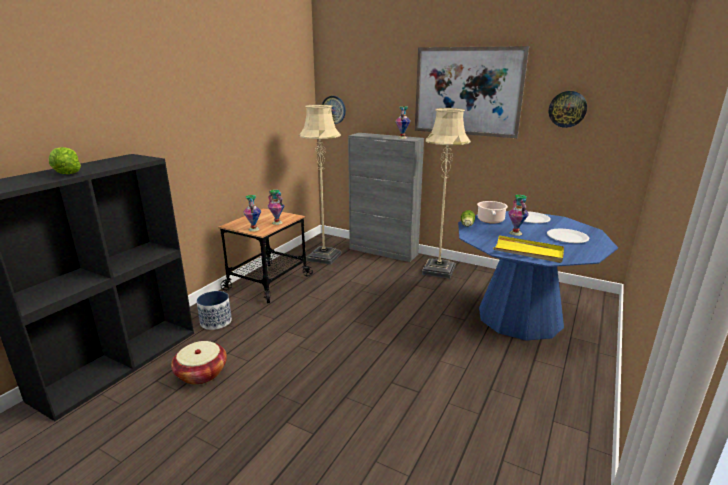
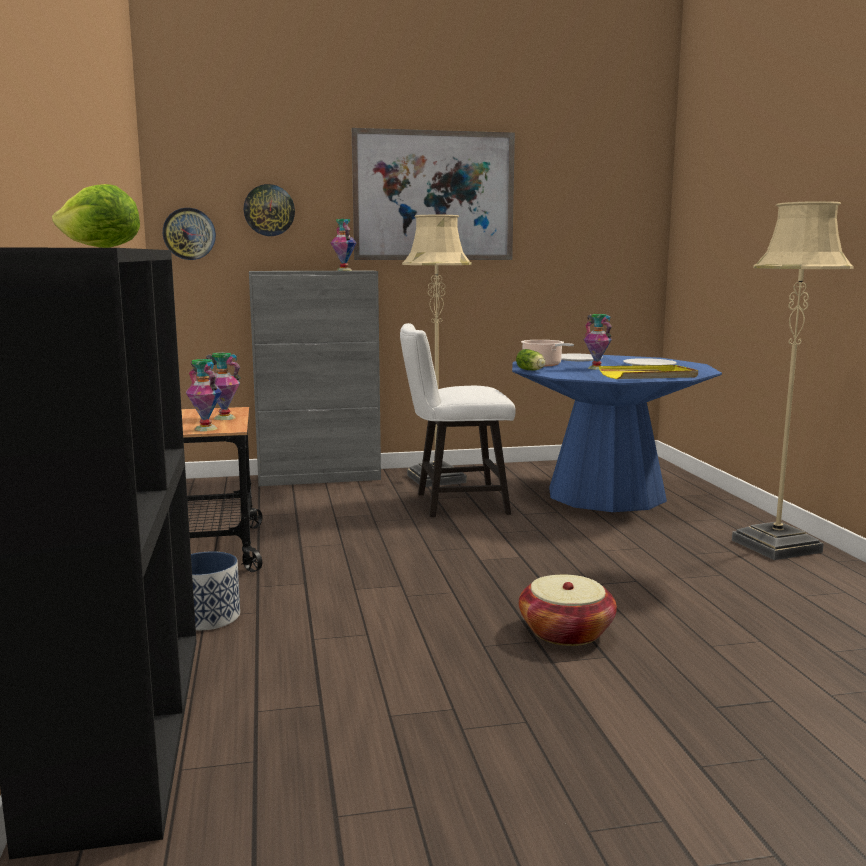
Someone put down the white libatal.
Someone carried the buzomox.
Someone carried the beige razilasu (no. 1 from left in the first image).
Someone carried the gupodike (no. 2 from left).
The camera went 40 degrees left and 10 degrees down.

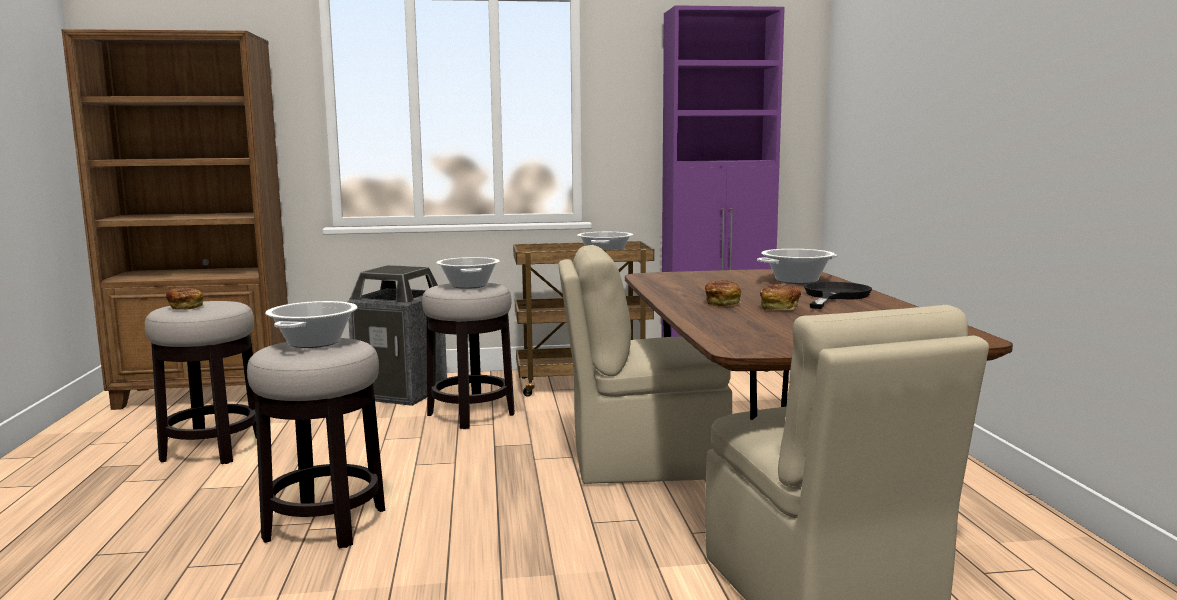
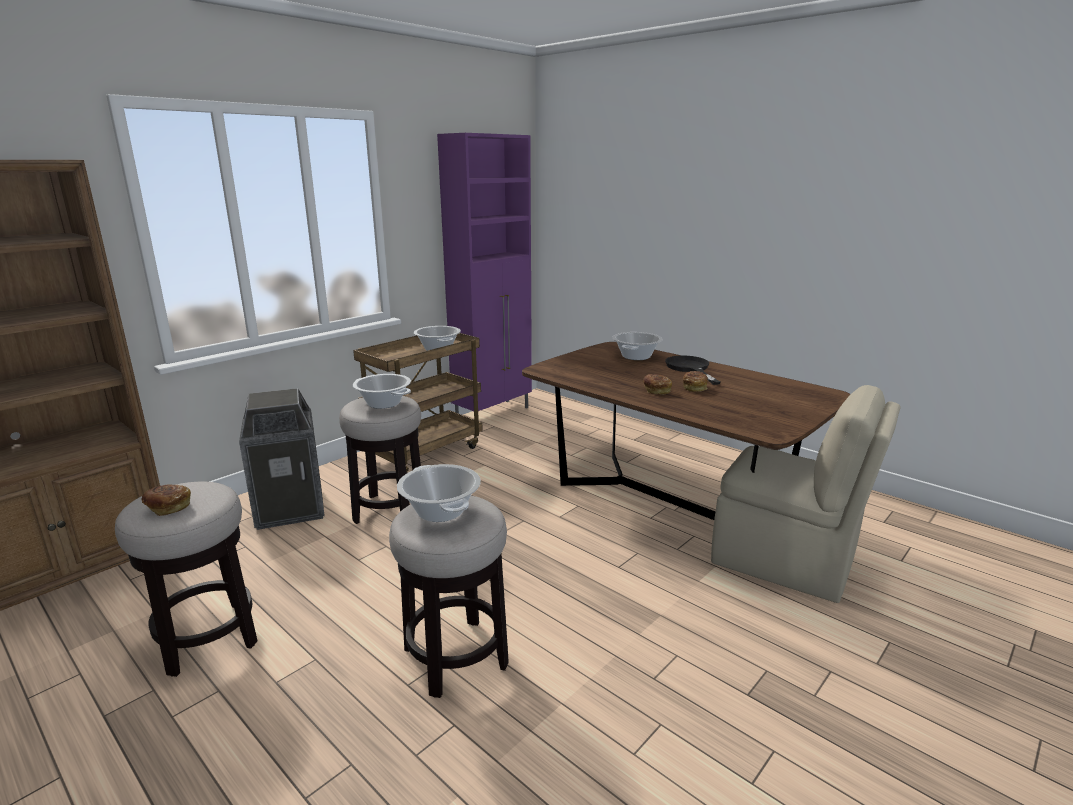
Someone took away the beige libatal (no. 1 from left).
The camera went 40 degrees left and 10 degrees up.

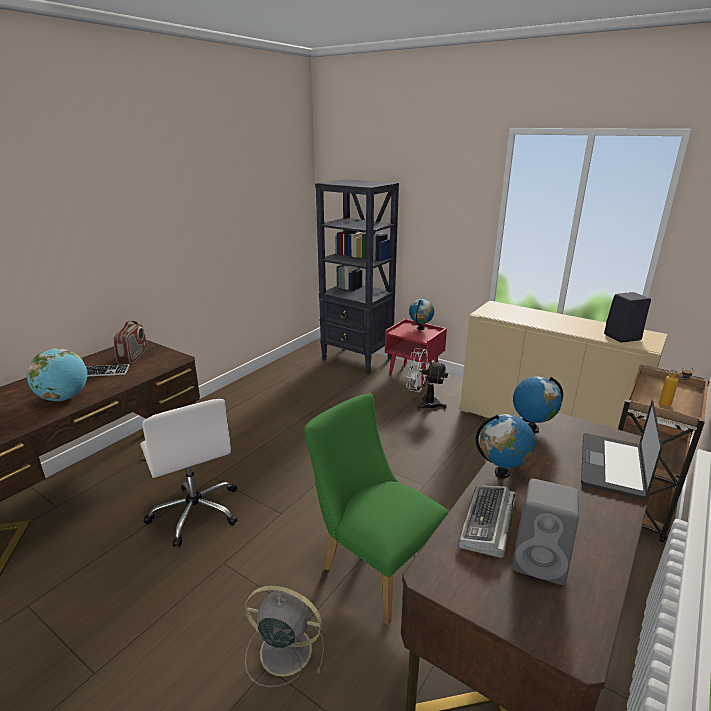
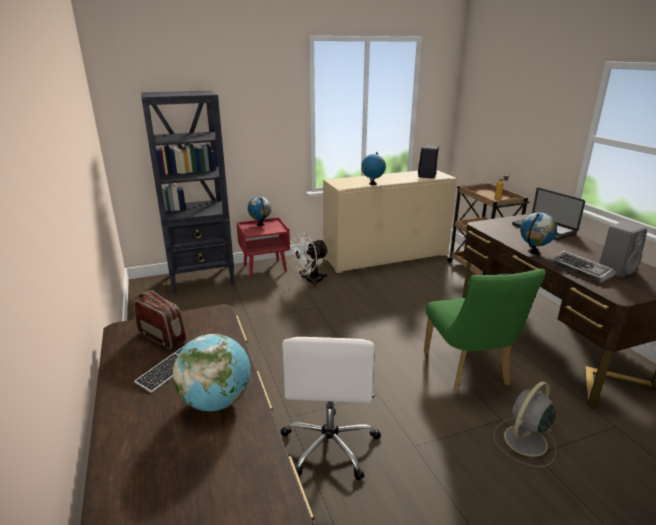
Someone carried the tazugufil (no. 4 from left in the first image).
Someone rotated the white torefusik by 90 degrees clockwise.
Someone rotated the green libatal by 90 degrees counterclockwise.
The camera went 55 degrees left and 0 degrees up.

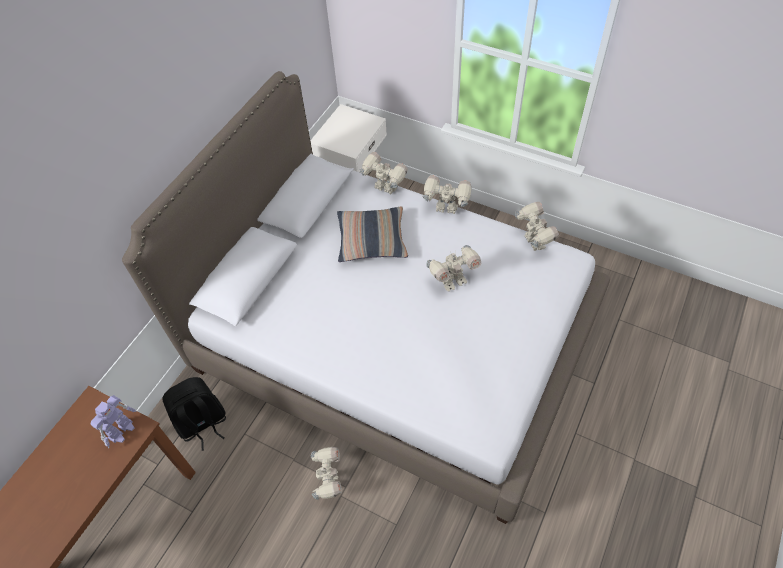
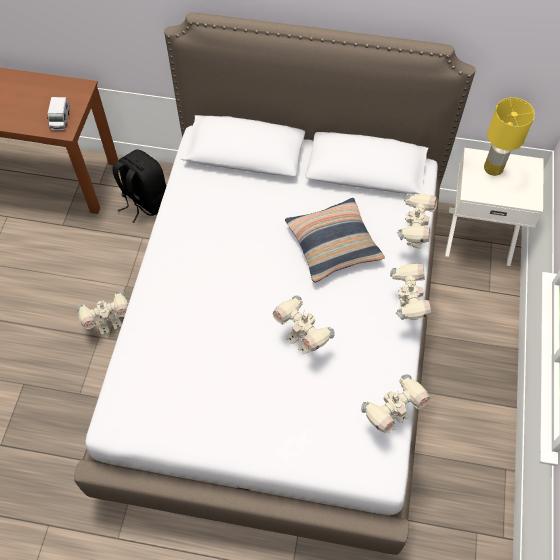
Someone put down the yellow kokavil.
Someone swapped the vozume (no. 1 from left) for the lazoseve.
The camera went 70 degrees right and 5 degrees up.

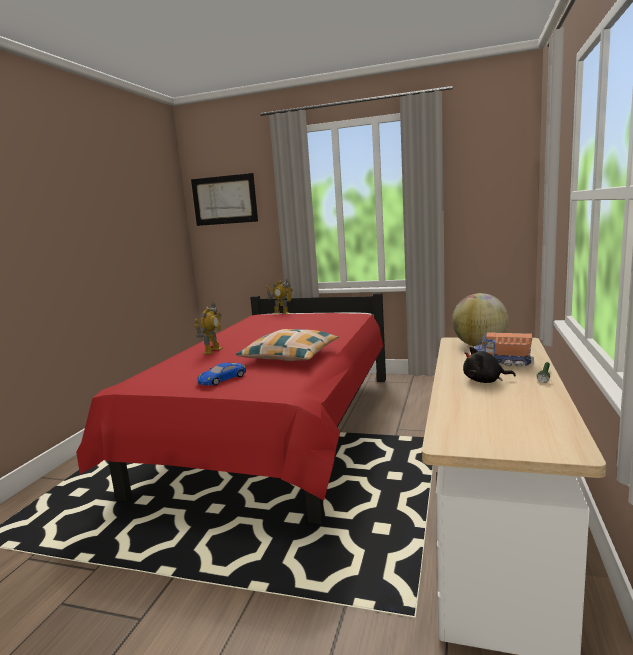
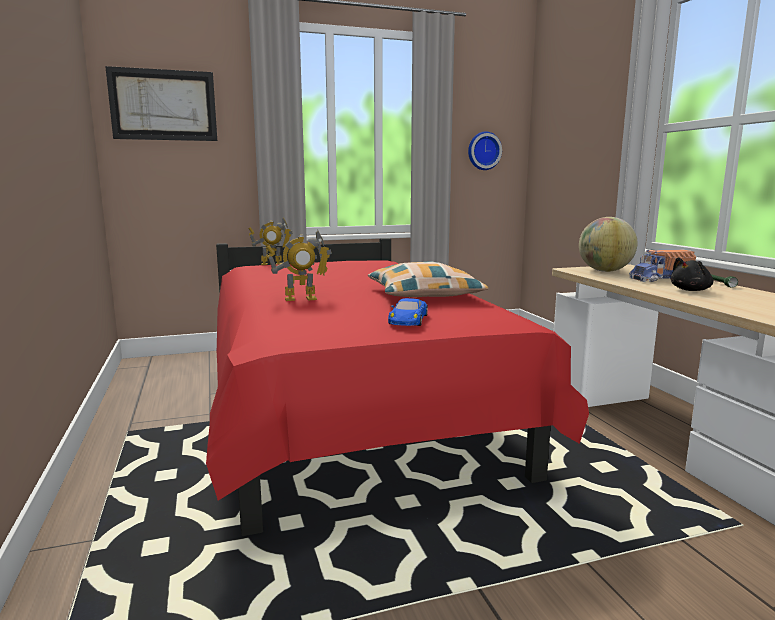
Someone put up the gupodike.
Someone rotated the vozume (no. 1 from left in the first image) by 90 degrees clockwise.
The camera went 35 degrees left and 0 degrees up.

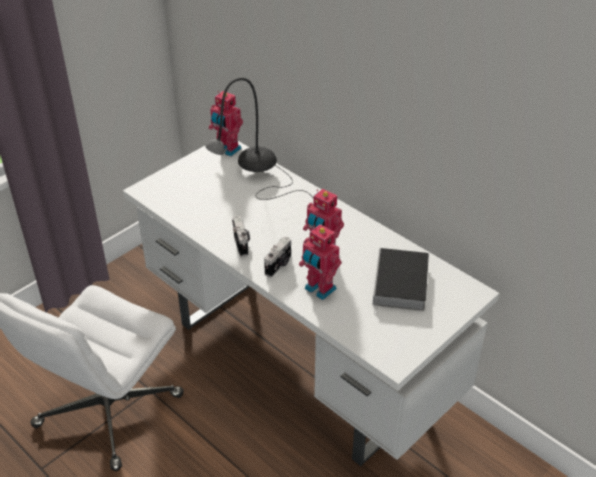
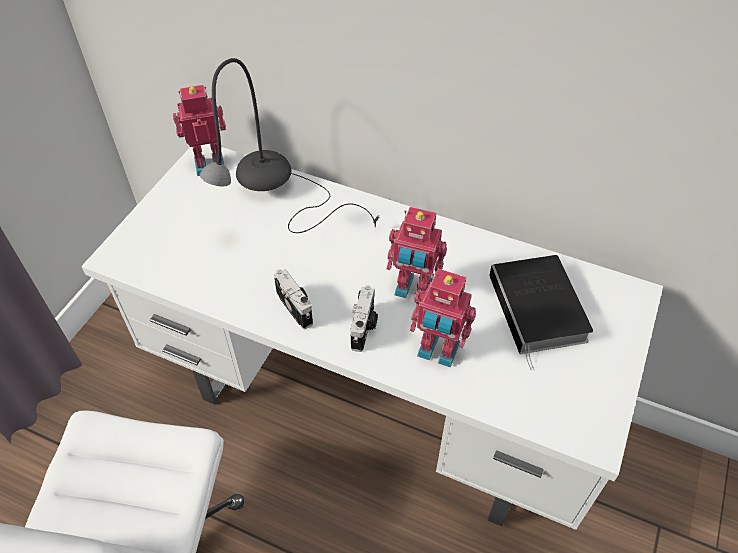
Someone rotated the vozume (no. 1 from left) by 150 degrees clockwise.
The camera went 20 degrees left and 10 degrees up.

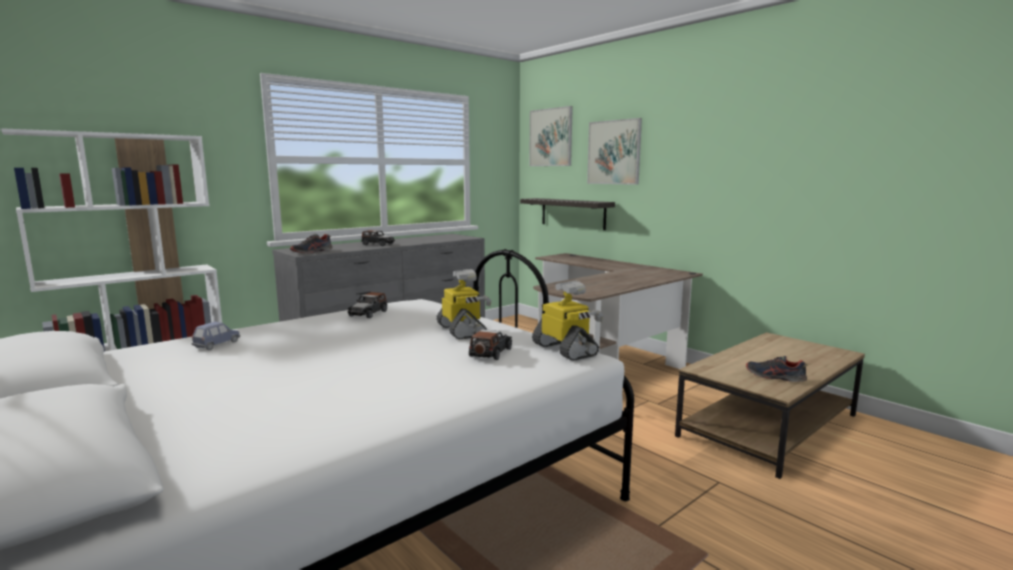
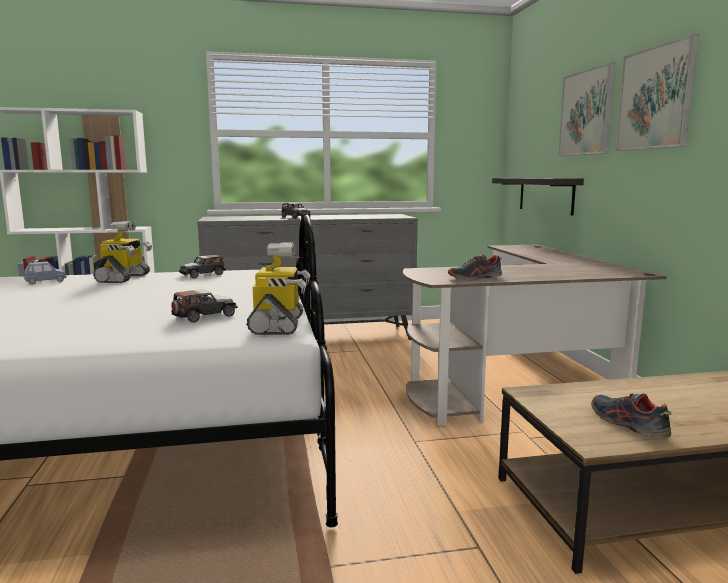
Someone carried the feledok (no. 1 from left).
Someone carried the vozume (no. 1 from left).
Someone carried the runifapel (no. 1 from left in the first image).
The camera went 30 degrees right and 0 degrees up.

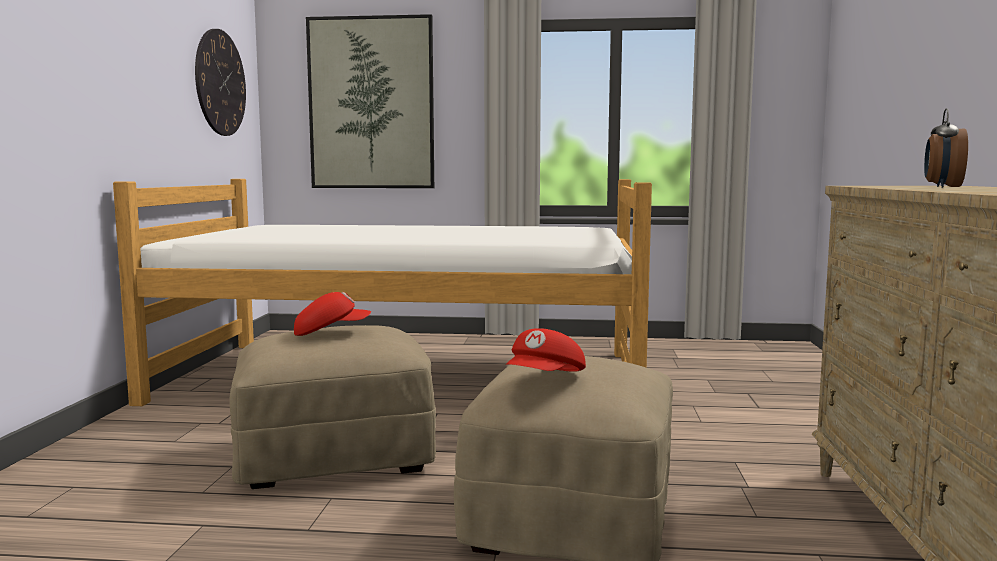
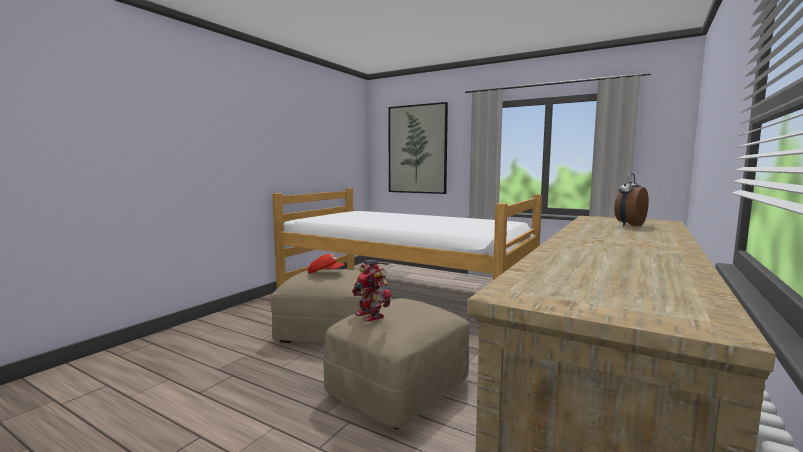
Someone took away the gupodike.
Someone swapped the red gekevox (no. 2 from left) for the vozume.
The camera went 25 degrees right and 0 degrees up.

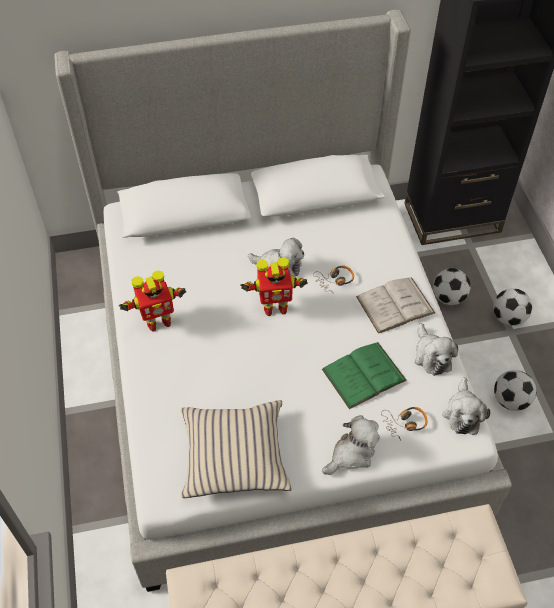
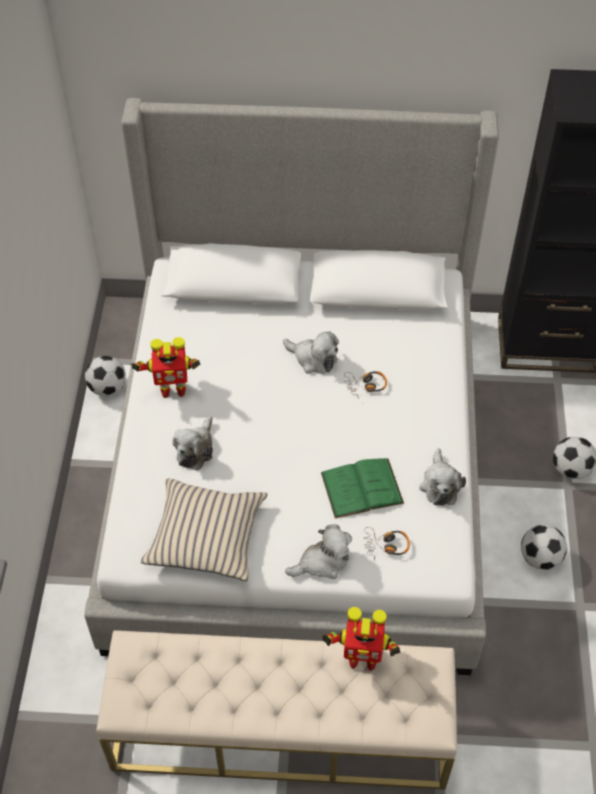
Someone took away the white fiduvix.
Someone carried the vozume (no. 2 from left).
Someone carried the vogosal (no. 1 from left).
Someone carried the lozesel (no. 4 from left in the first image).
The camera went 15 degrees right and 0 degrees up.

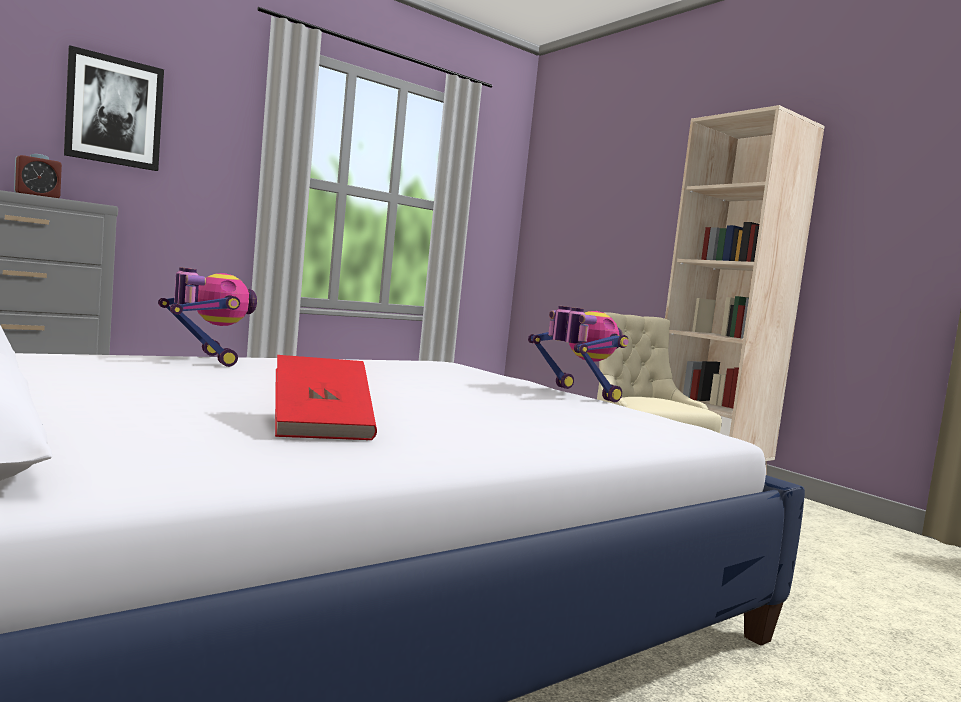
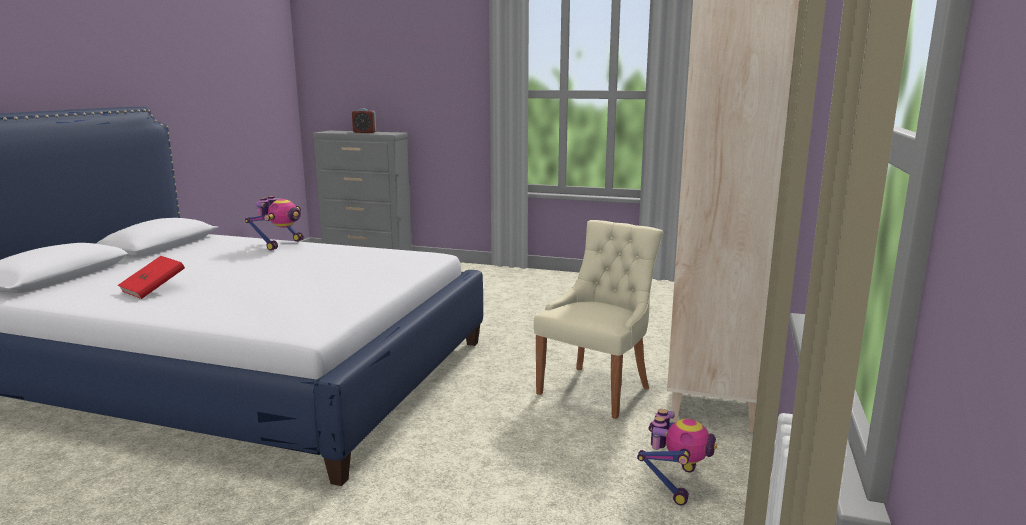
Someone took away the runifapel.
Someone carried the vozume (no. 2 from left).
The camera went 55 degrees right and 10 degrees up.

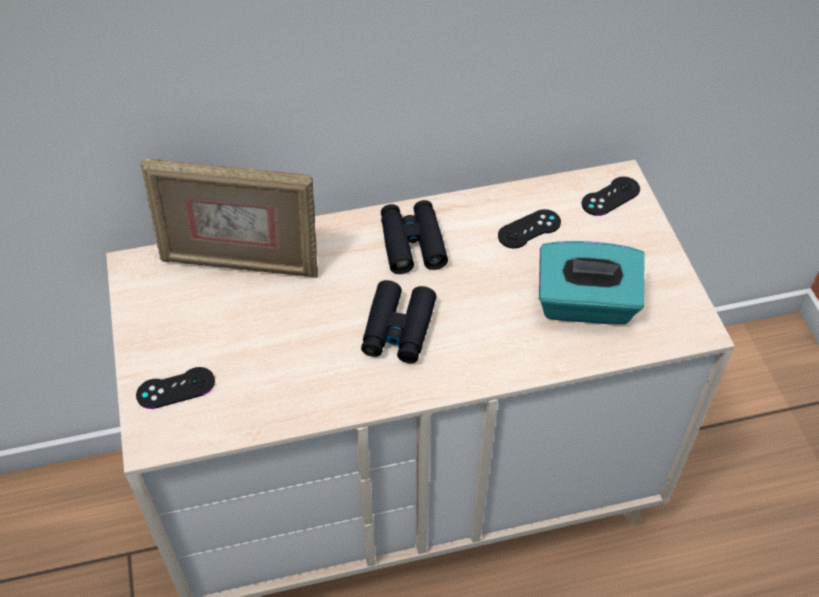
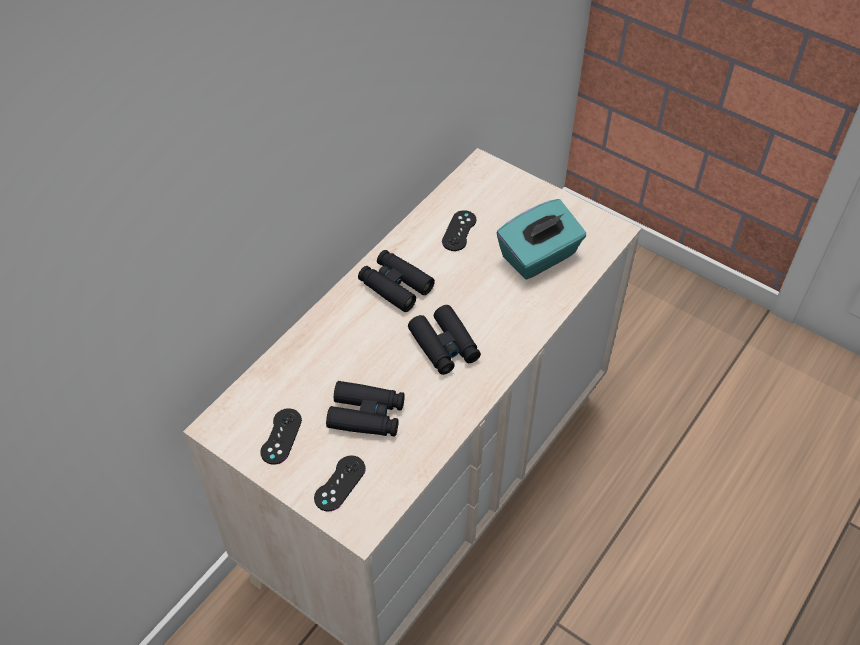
Someone took away the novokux.
Someone put down the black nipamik (no. 1 from left).
Someone carried the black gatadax (no. 3 from left in the first image).
The camera went 40 degrees left and 0 degrees up.

